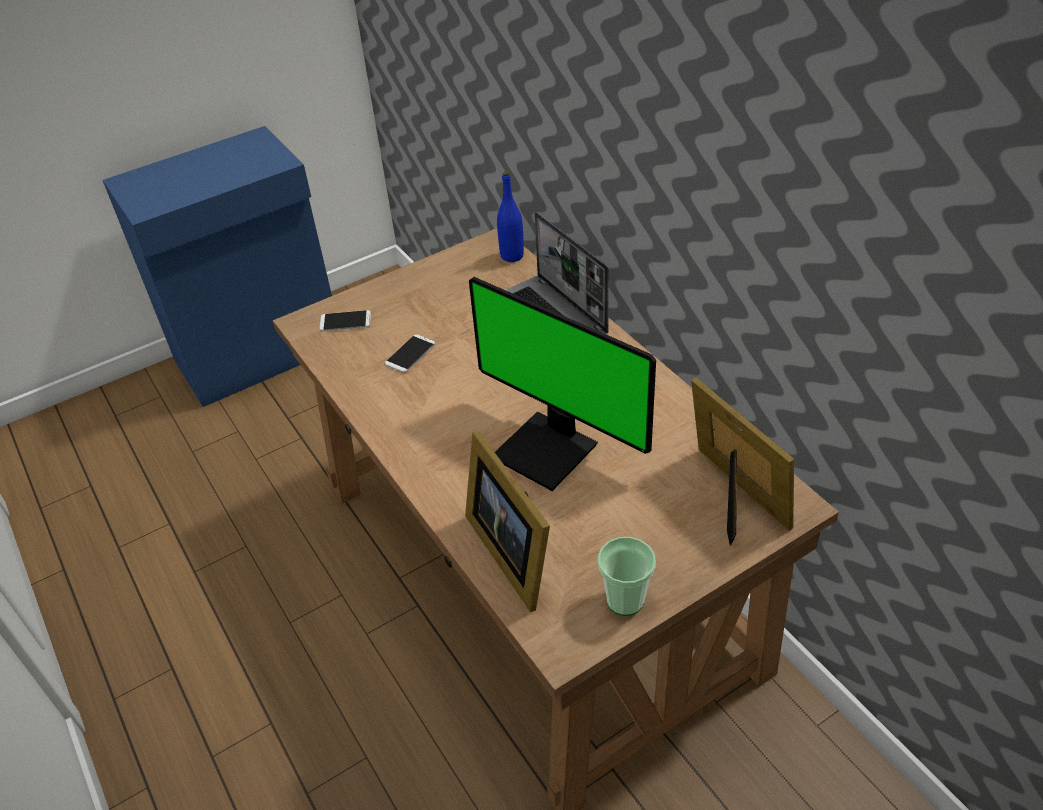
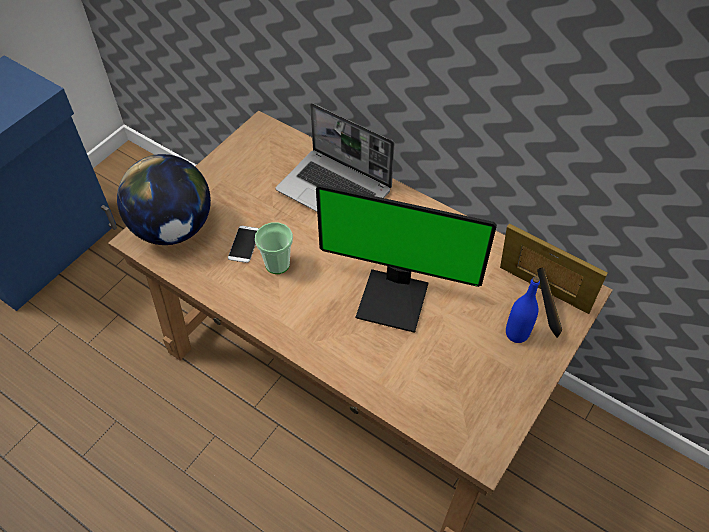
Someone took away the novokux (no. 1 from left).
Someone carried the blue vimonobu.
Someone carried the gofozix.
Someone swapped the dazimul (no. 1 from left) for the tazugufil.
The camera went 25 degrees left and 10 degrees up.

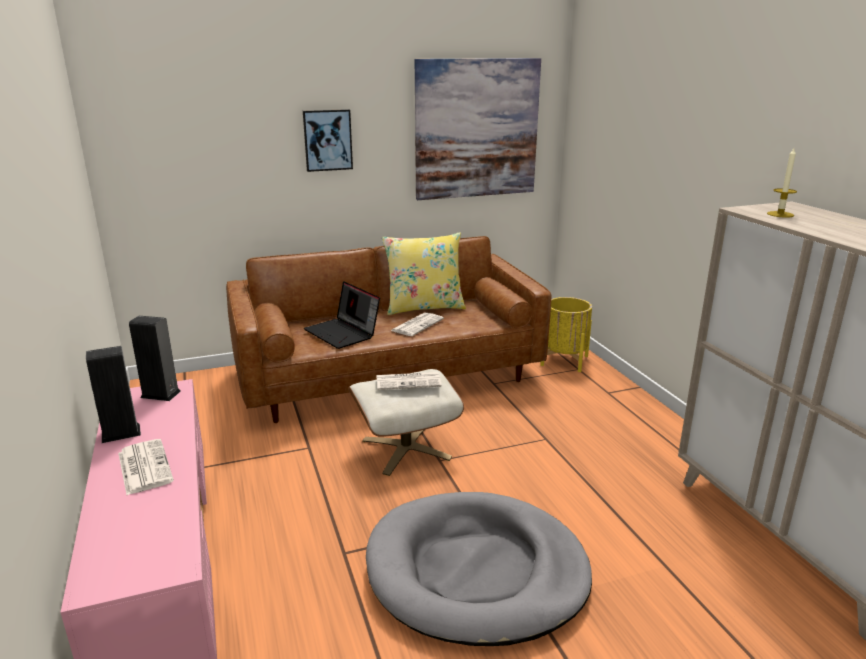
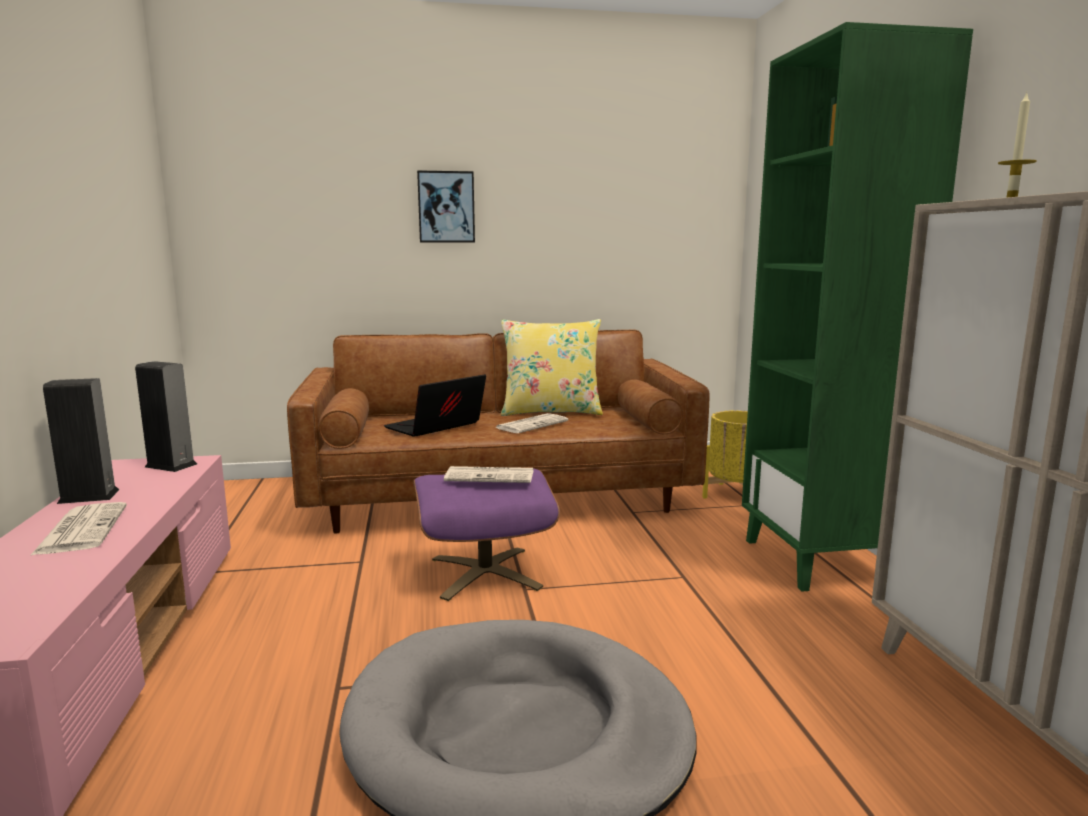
Someone took away the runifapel (no. 2 from left).
Someone put down the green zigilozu.
Someone repainted the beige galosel, which became the purple galosel.
Someone rotated the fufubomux by 75 degrees clockwise.
The camera went 10 degrees right and 10 degrees down.

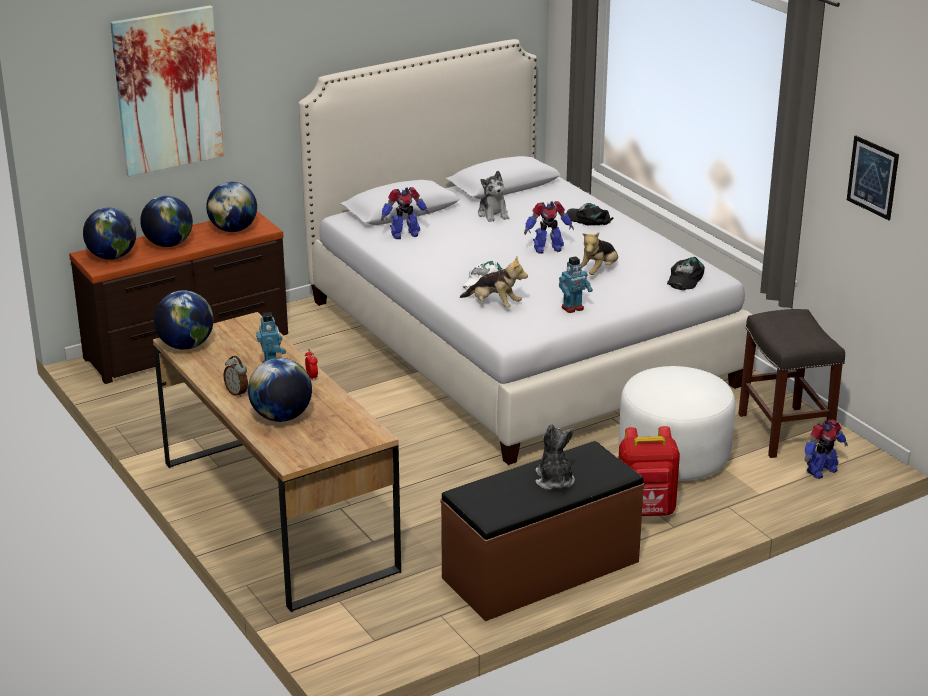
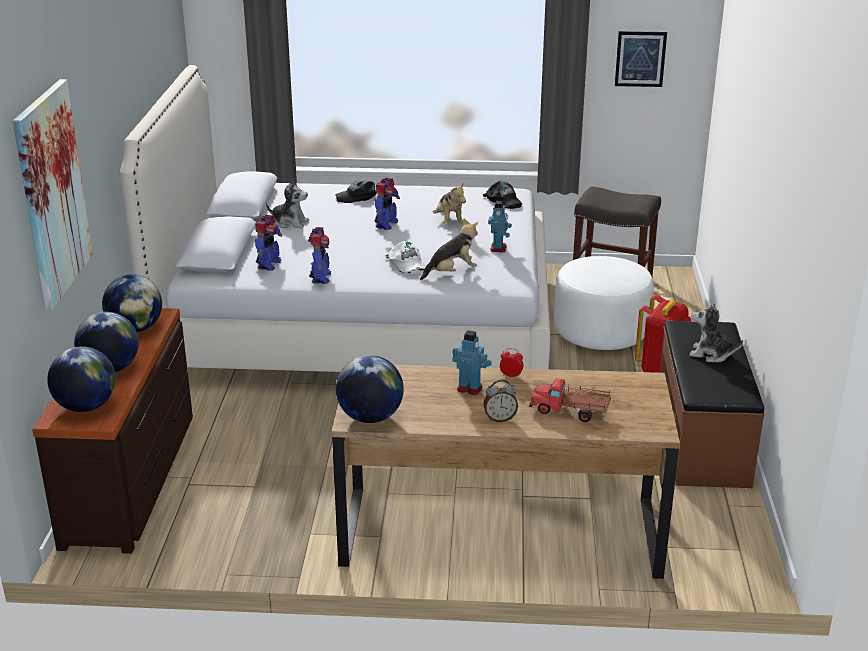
Someone carried the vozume (no. 5 from left in the first image).
Someone swapped the tazugufil (no. 5 from left) for the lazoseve.
The camera went 55 degrees left and 0 degrees up.

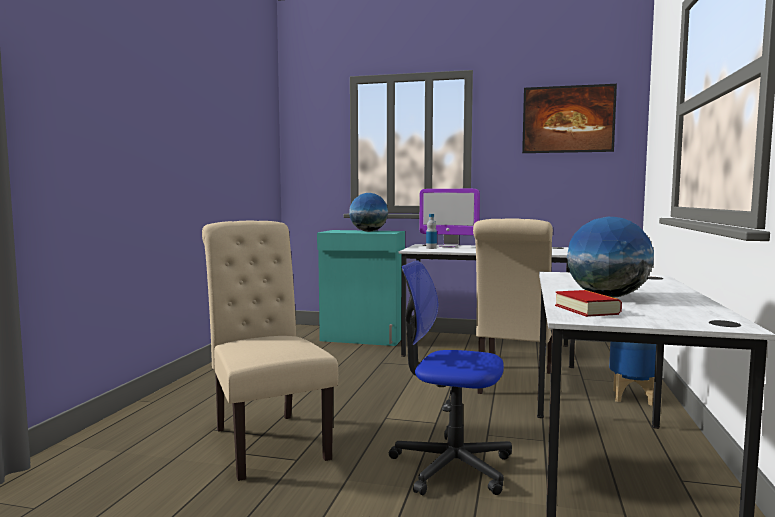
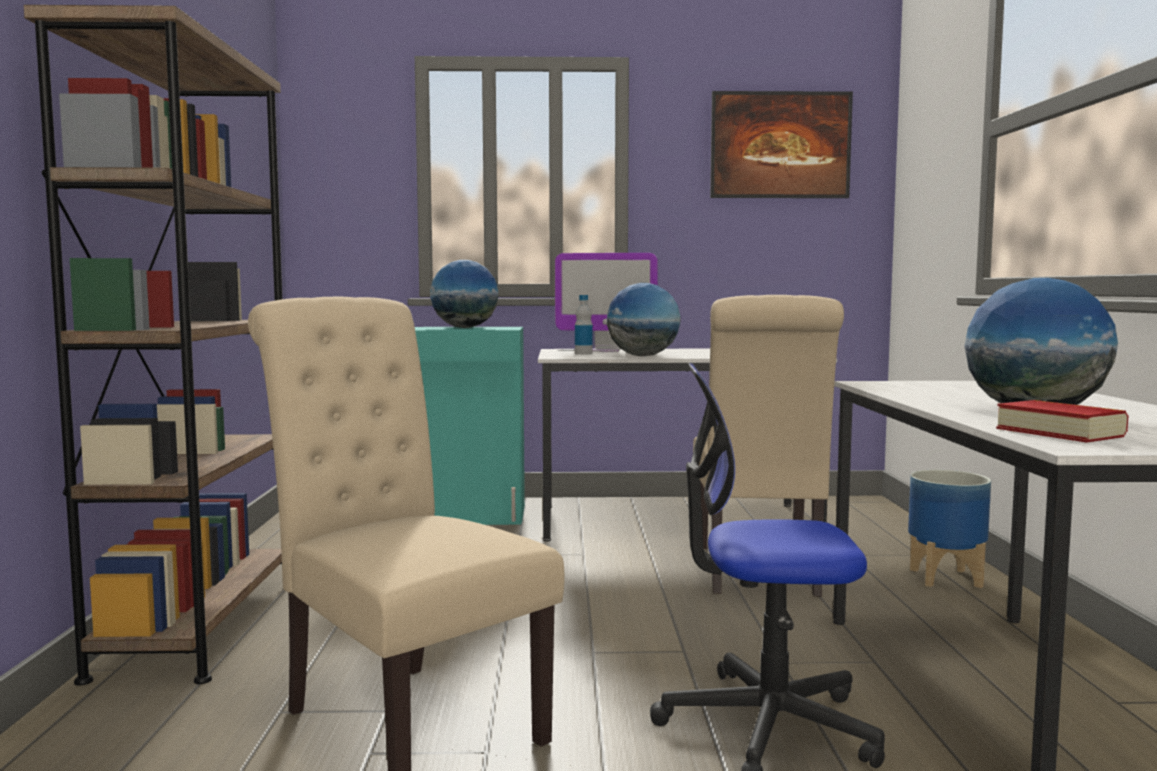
Someone put down the brown zigilozu.
Someone put down the tazugufil (no. 2 from left).
The camera went 15 degrees left and 0 degrees up.

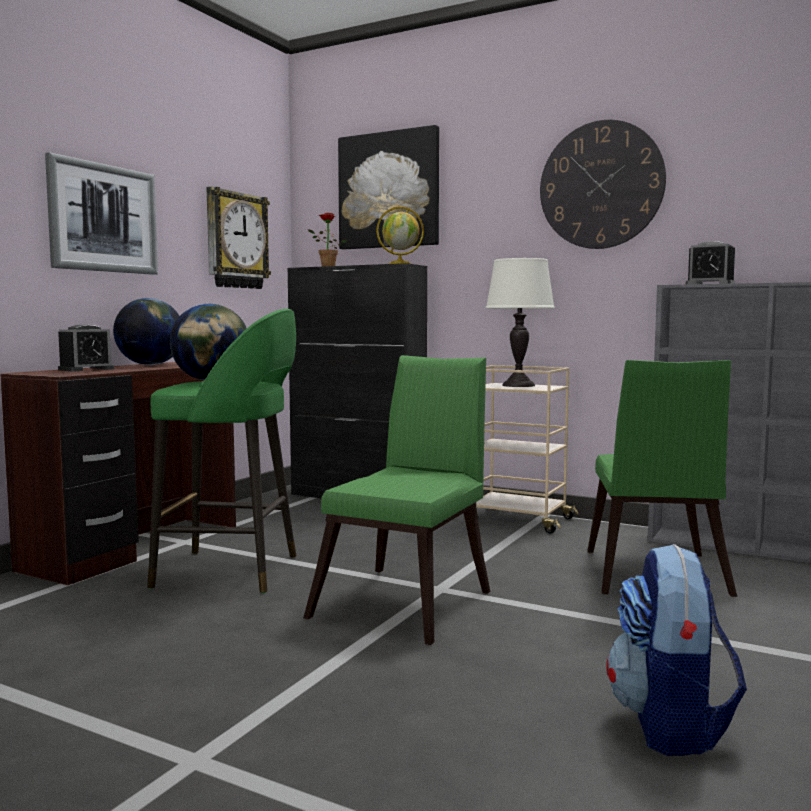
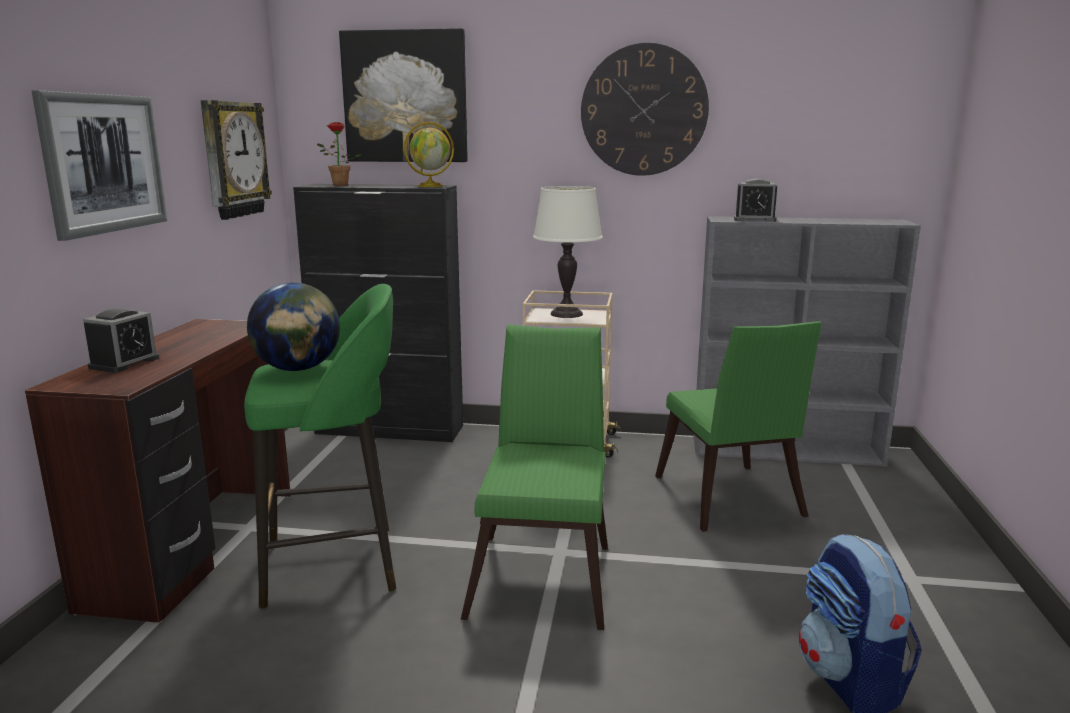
Someone took away the tazugufil (no. 1 from left).
The camera went 20 degrees left and 10 degrees up.

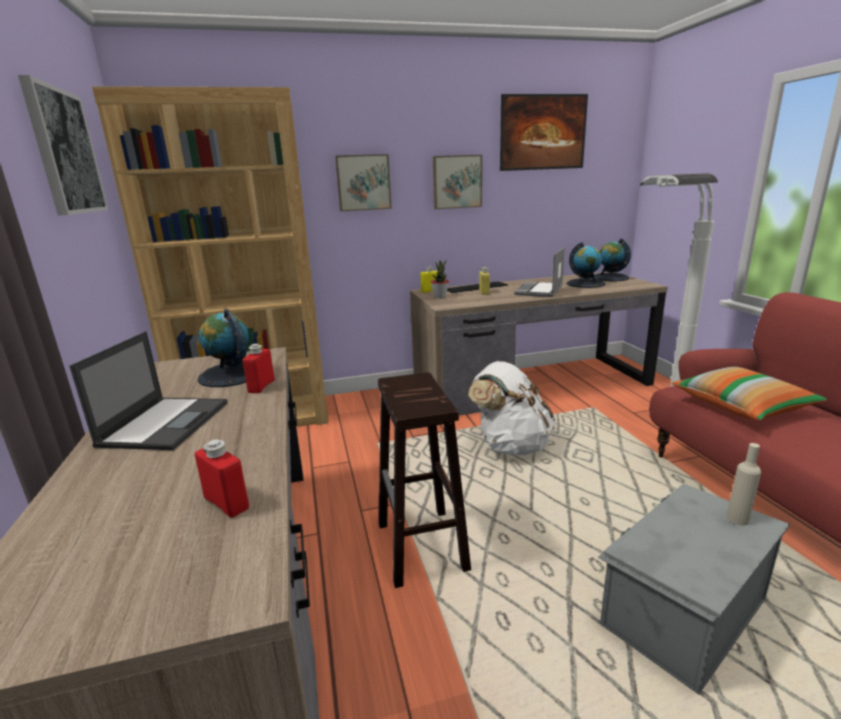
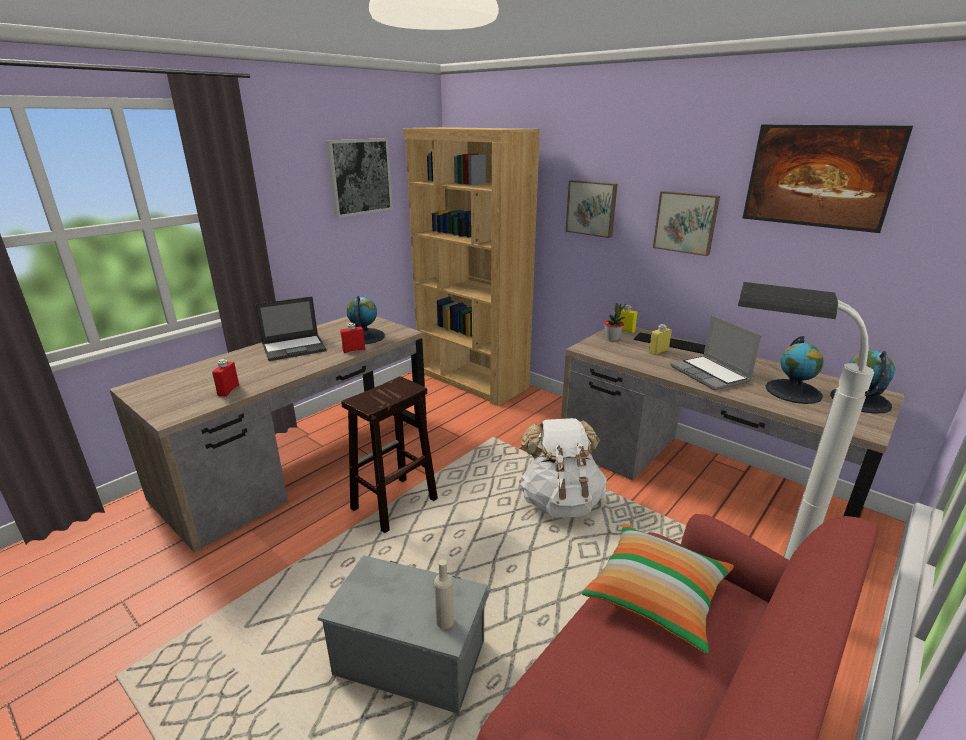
Someone rotated the fufubomux (no. 2 from left) by 105 degrees counterclockwise.
The camera went 55 degrees right and 5 degrees up.

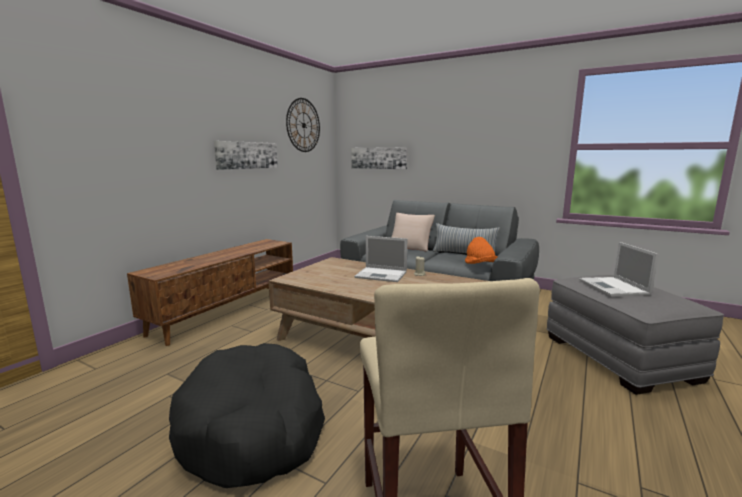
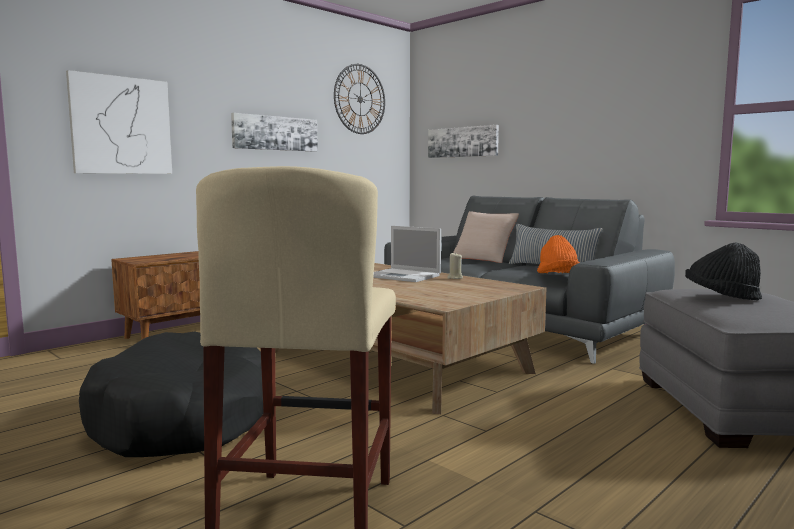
Someone put up the runifapel (no. 1 from left).
Someone swapped the fufubomux (no. 2 from left) for the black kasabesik.
The camera went 15 degrees right and 5 degrees down.

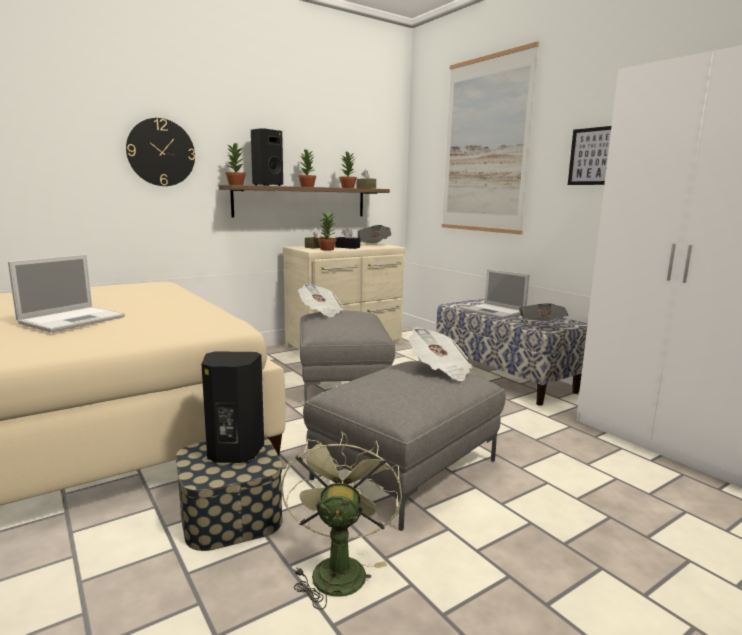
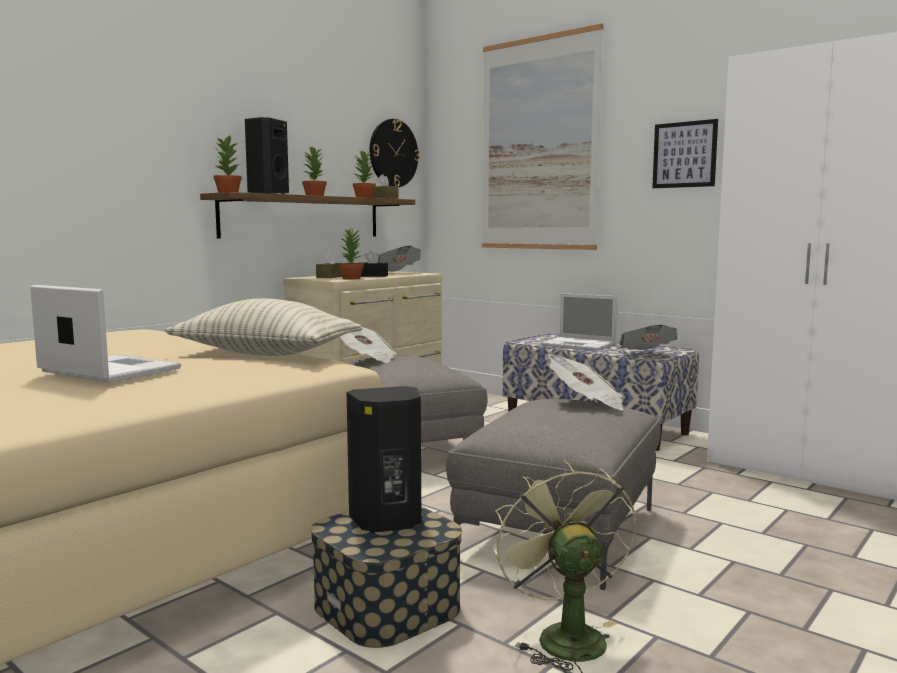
Someone put down the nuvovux.
Someone carried the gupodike.
Someone rotated the fufubomux (no. 1 from left) by 75 degrees counterclockwise.
The camera went 15 degrees left and 5 degrees down.

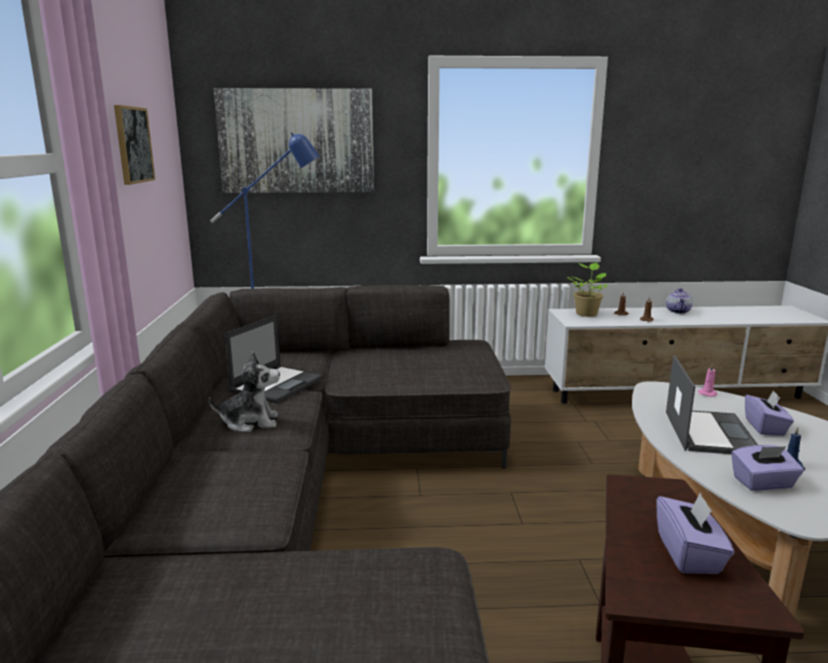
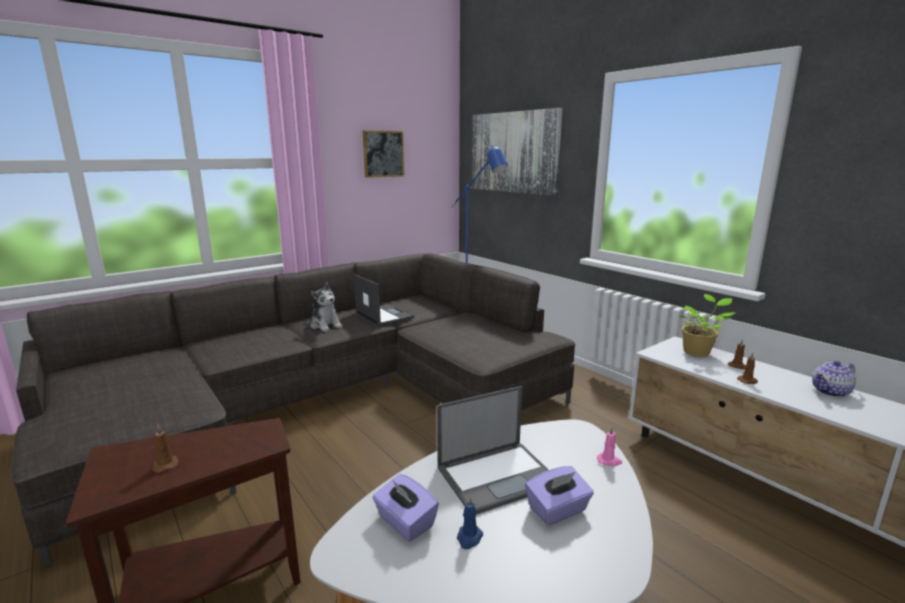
Someone swapped the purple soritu (no. 1 from left) for the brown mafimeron (no. 1 from left).
Someone rotated the fufubomux (no. 1 from left) by 120 degrees counterclockwise.
The camera went 55 degrees right and 0 degrees up.

